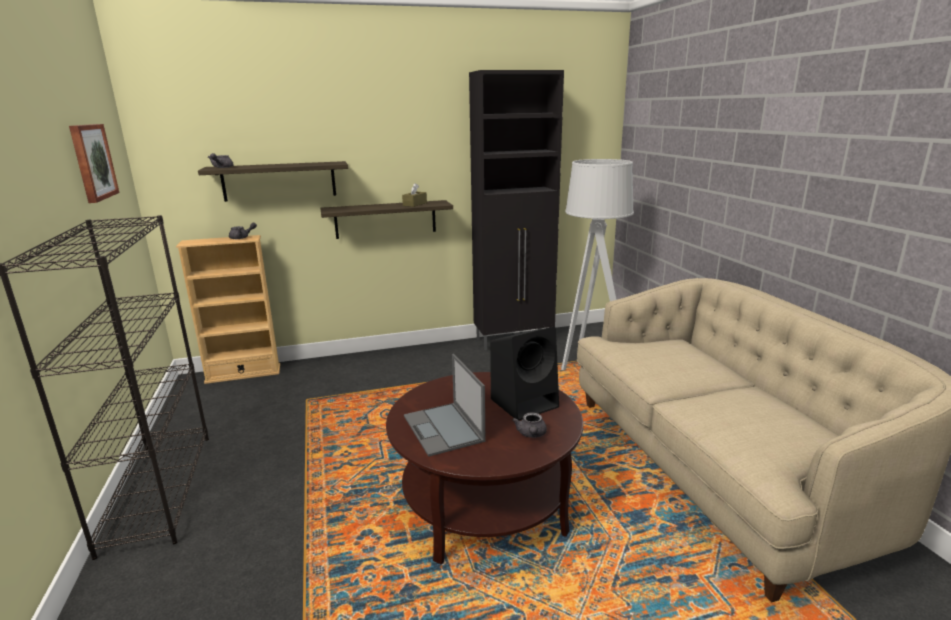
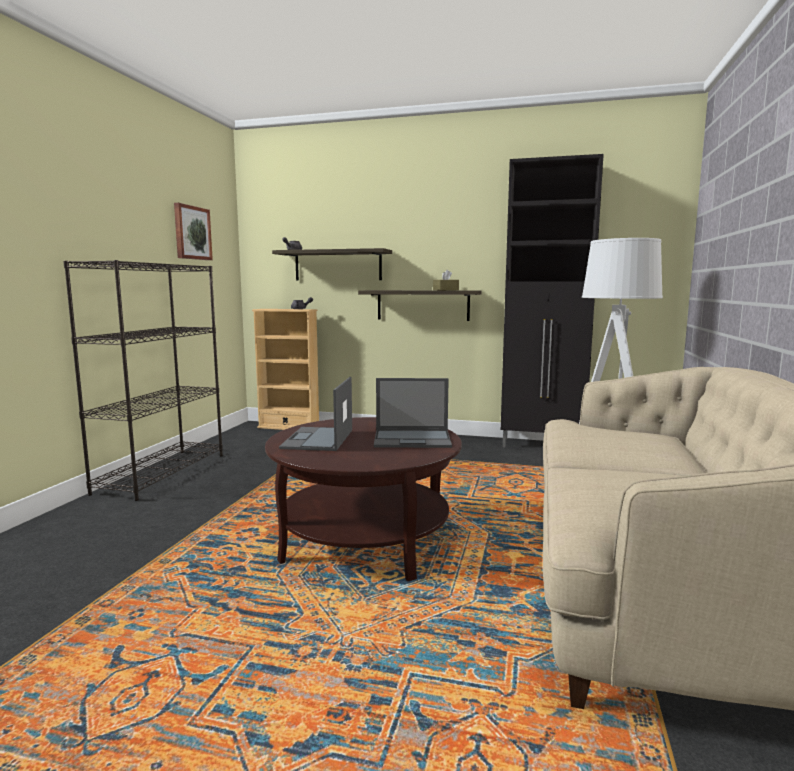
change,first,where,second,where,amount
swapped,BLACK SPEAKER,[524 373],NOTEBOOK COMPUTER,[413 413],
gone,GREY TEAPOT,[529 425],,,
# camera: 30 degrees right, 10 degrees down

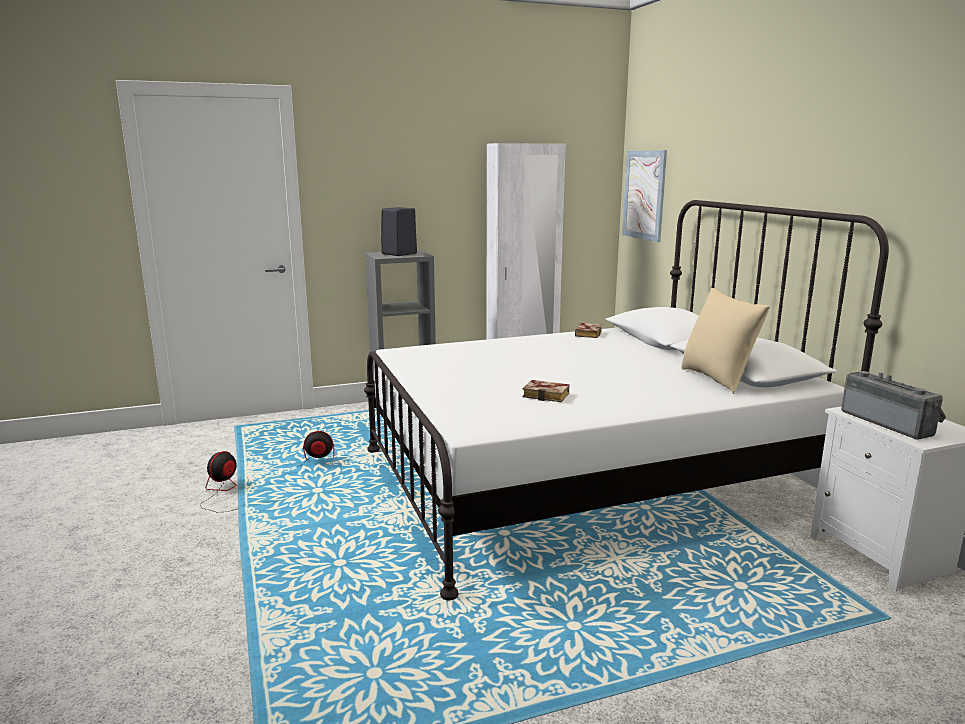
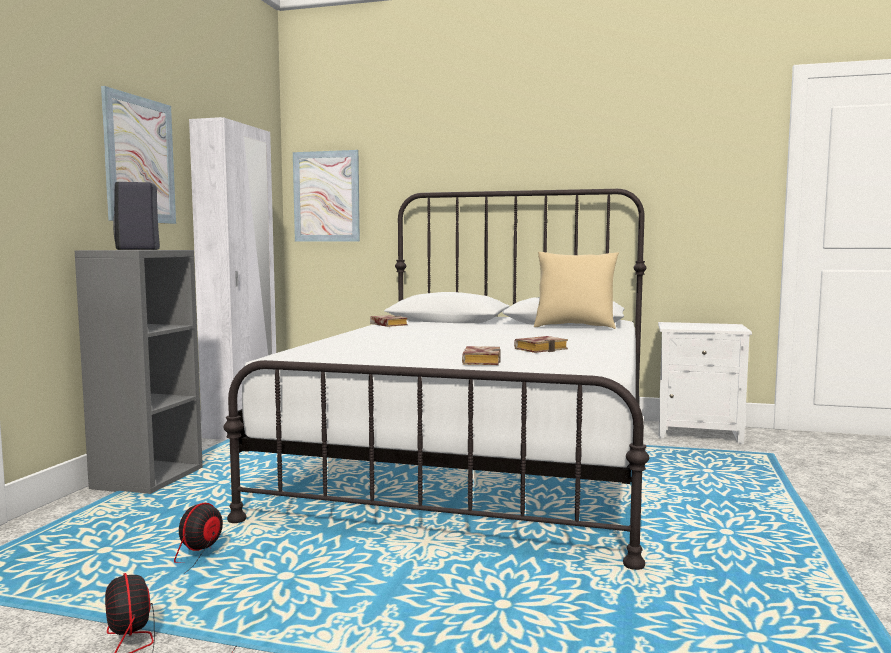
change,first,where,second,where,amount
gone,RADIO,[893 405],,,
new,,,WALL ART,[138 155],
new,,,BOOK,[481 355],
# camera: 55 degrees left, 10 degrees down

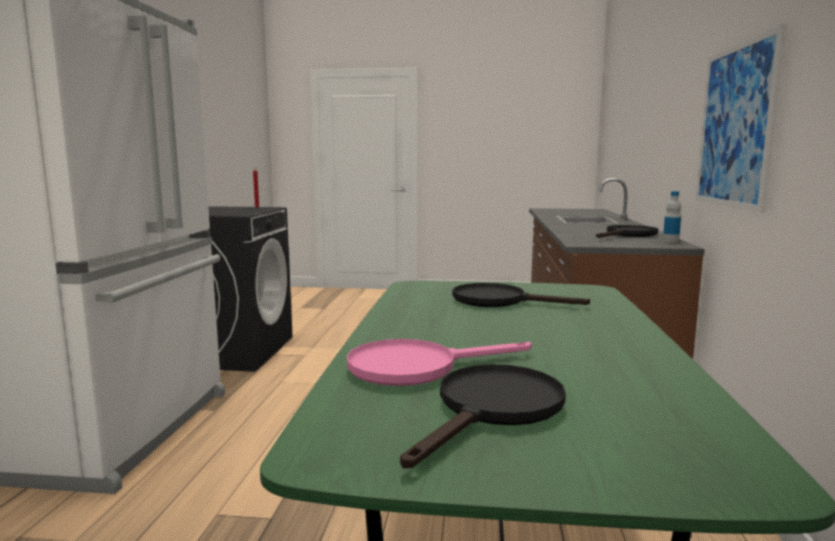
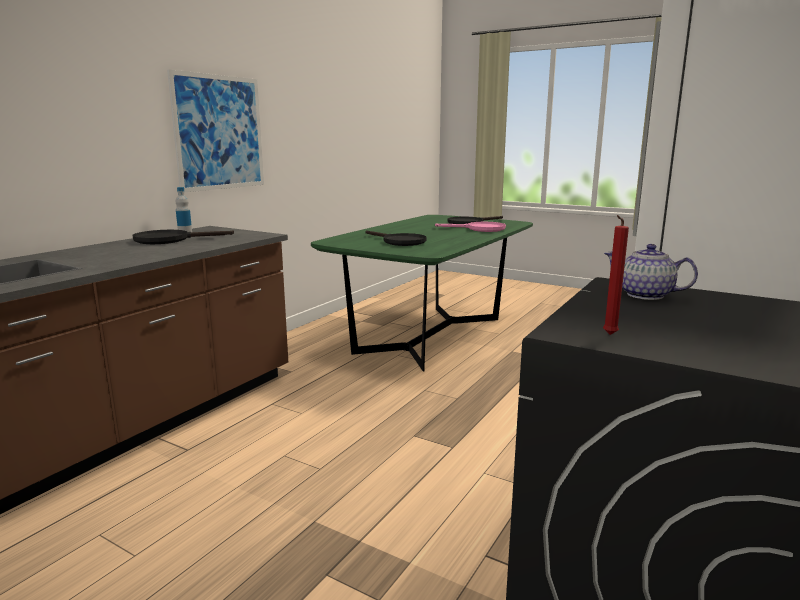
change,first,where,second,where,amount
new,,,TEAPOT,[651 272],
# camera: 155 degrees left, 5 degrees up

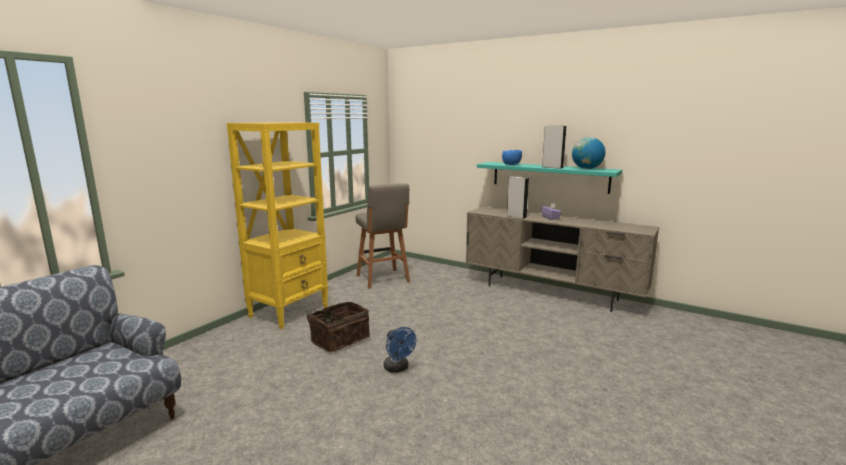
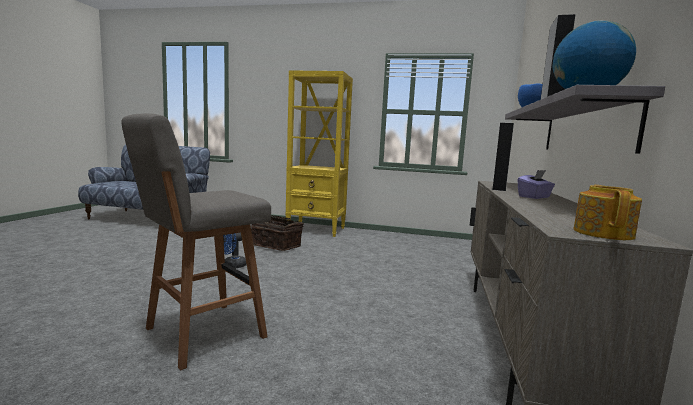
change,first,where,second,where,amount
repainted,TURQUOISE-COLOURED WALL SHELF,[549 178],GREY WALL SHELF,[585 119],
shifted,GREY STOOL,[383 236],,[196 241],
new,,,TEAPOT,[607 212],
# camera: 70 degrees right, 5 degrees down

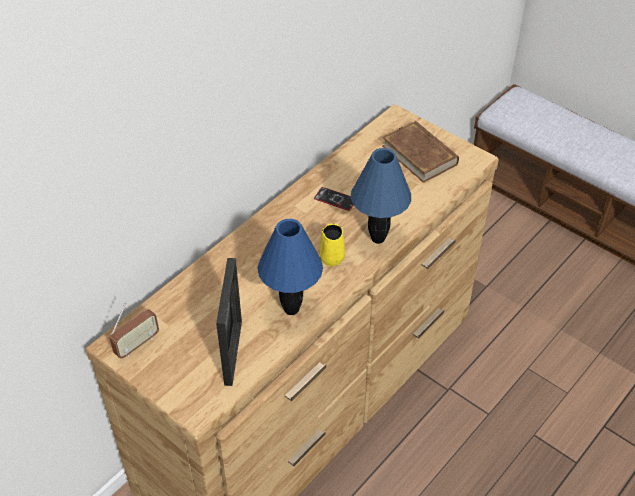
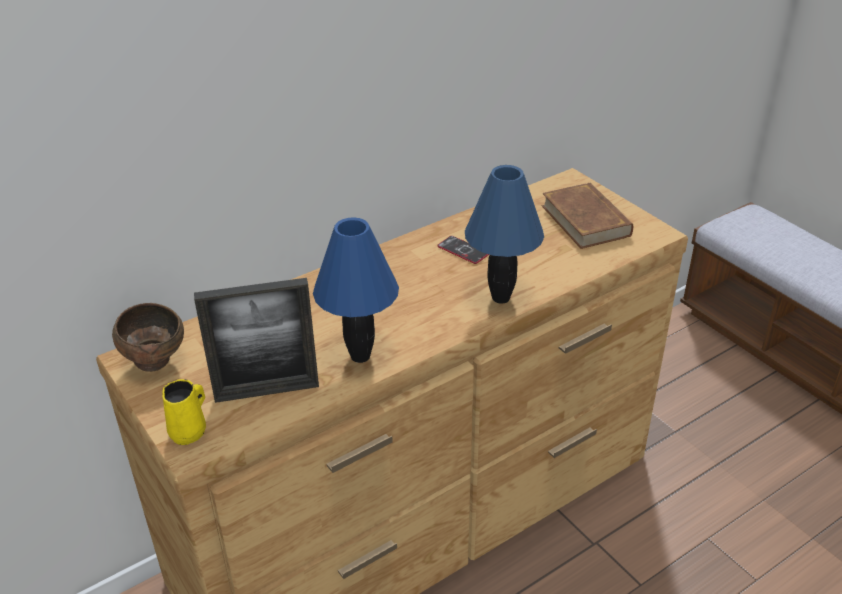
change,first,where,second,where,amount
shifted,YELLOW TEA MUG,[332 245],,[184 412],
rotated,PICTURE FRAME,[229 322],,[256 340],60 degrees clockwise
swapped,RADIO,[134 331],BROWN-COLOURED DEEP DISH,[148 337],
# camera: 15 degrees right, 10 degrees down

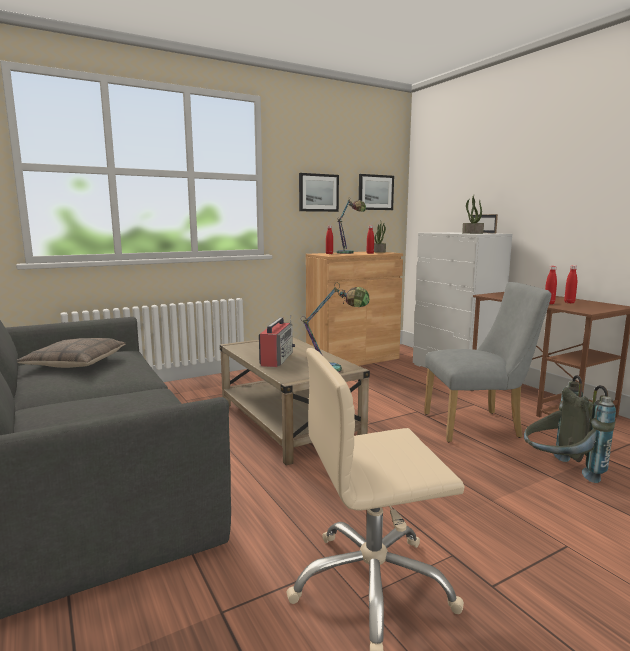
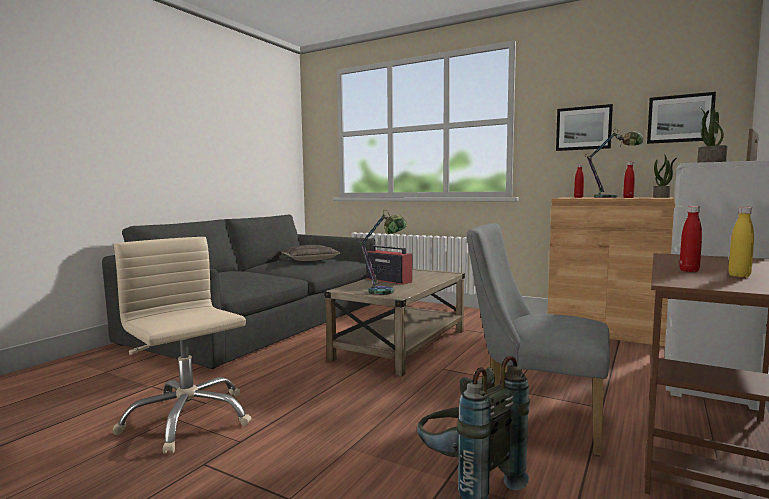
change,first,where,second,where,amount
repainted,RED BEVERAGE BOTTLE,[570 284],YELLOW BEVERAGE BOTTLE,[741 242],
rotated,GREY CHAIR,[487 362],,[538 339],150 degrees clockwise
rotated,RADIO,[277 341],,[389 263],120 degrees counterclockwise
# camera: 60 degrees right, 5 degrees down

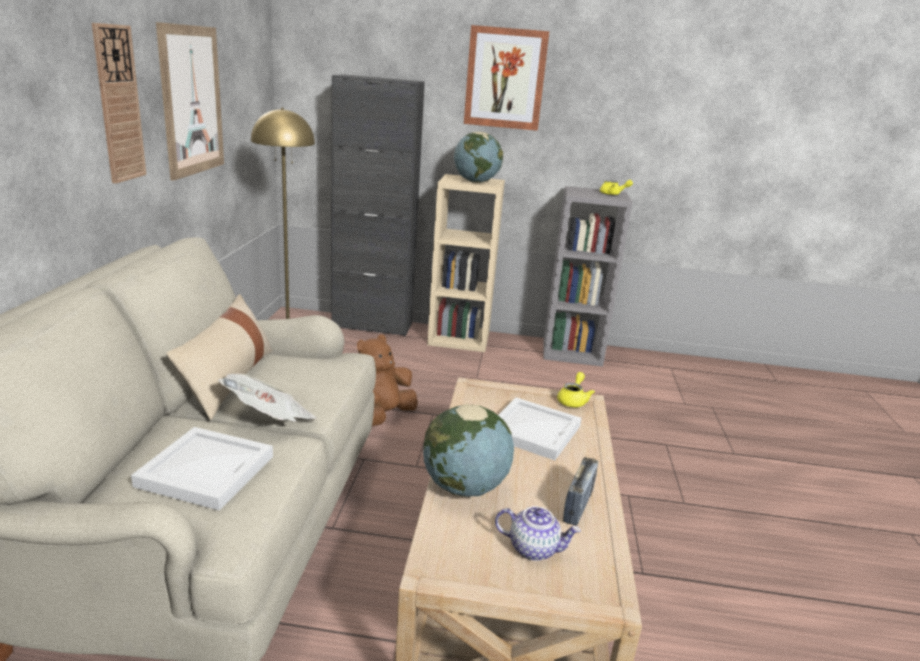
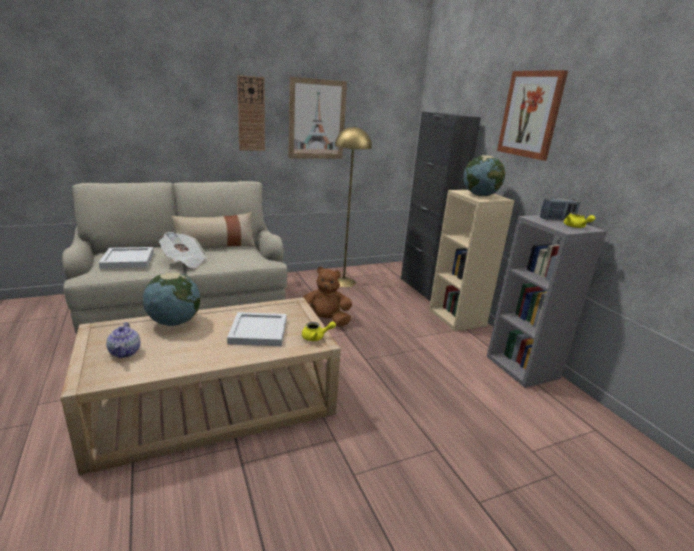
change,first,where,second,where,amount
shifted,RADIO,[580 491],,[560 208],
# camera: 60 degrees right, 0 degrees up

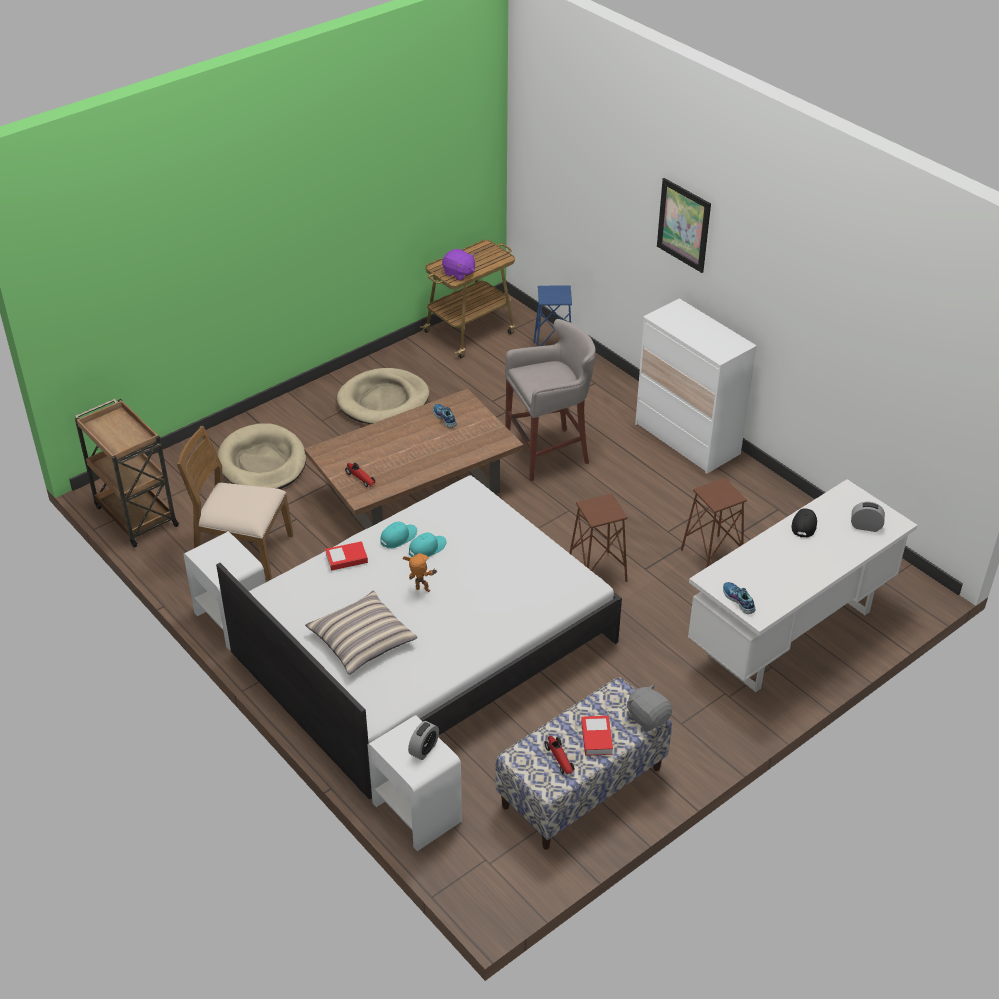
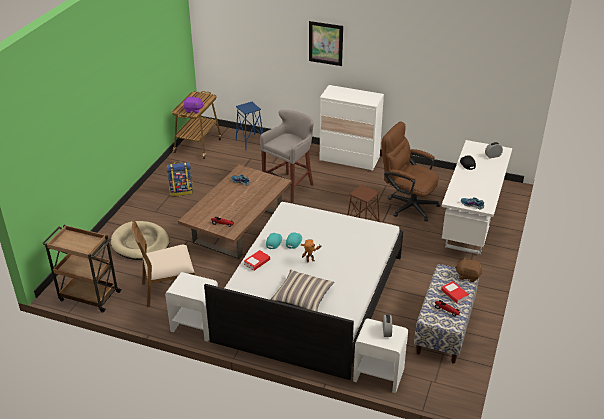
change,first,where,second,where,amount
swapped,BEIGE-COLOURED DOG CUSHION,[383 396],BACKPACK,[180 179],
swapped,BROWN-COLOURED STOOL,[714 523],BROWN-COLOURED OFFICE CHAIR,[410 171],
repainted,GREY SOFT TOY,[649 708],BROWN-COLOURED SOFT TOY,[468 270],
# camera: 30 degrees left, 5 degrees down

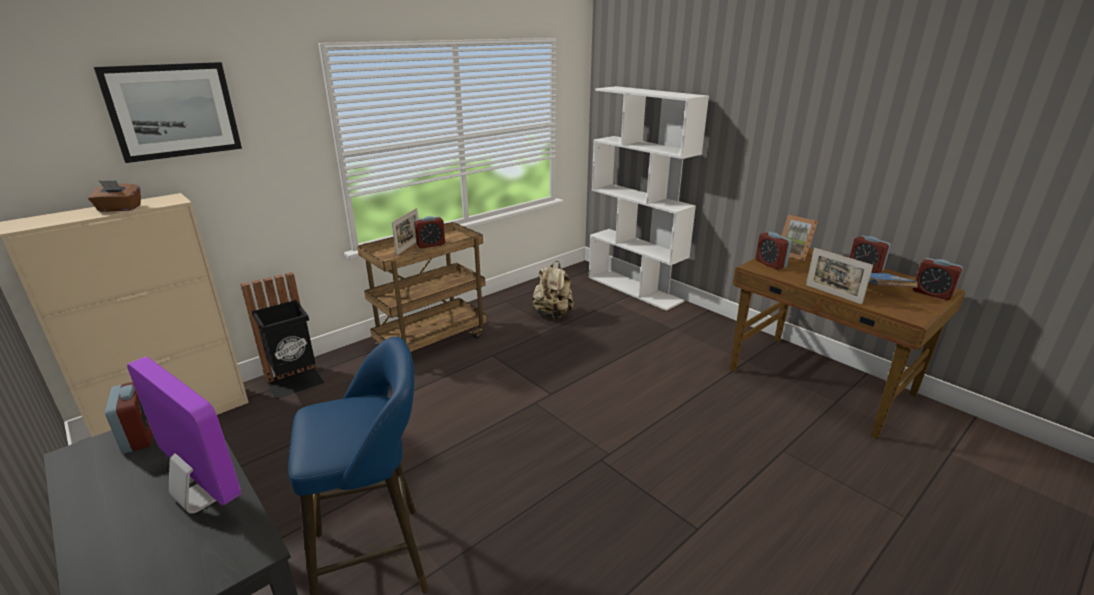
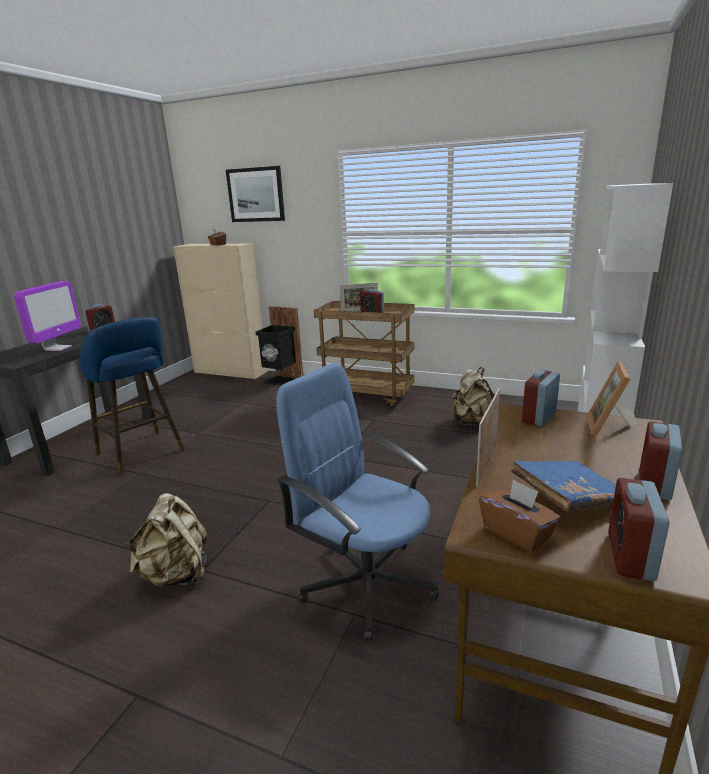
change,first,where,second,where,amount
new,,,BLUE-COLOURED OFFICE CHAIR,[357 502],
new,,,BROWN-COLOURED TISSUE BOX,[520 515],
new,,,BEIGE-COLOURED BACKPACK,[167 540],
# camera: 65 degrees right, 5 degrees down

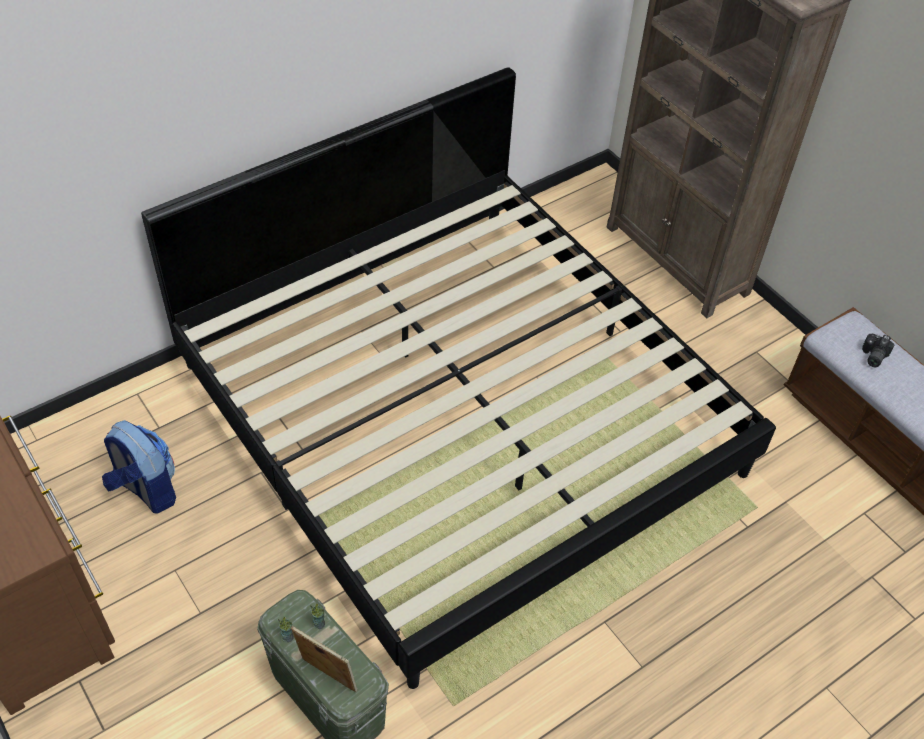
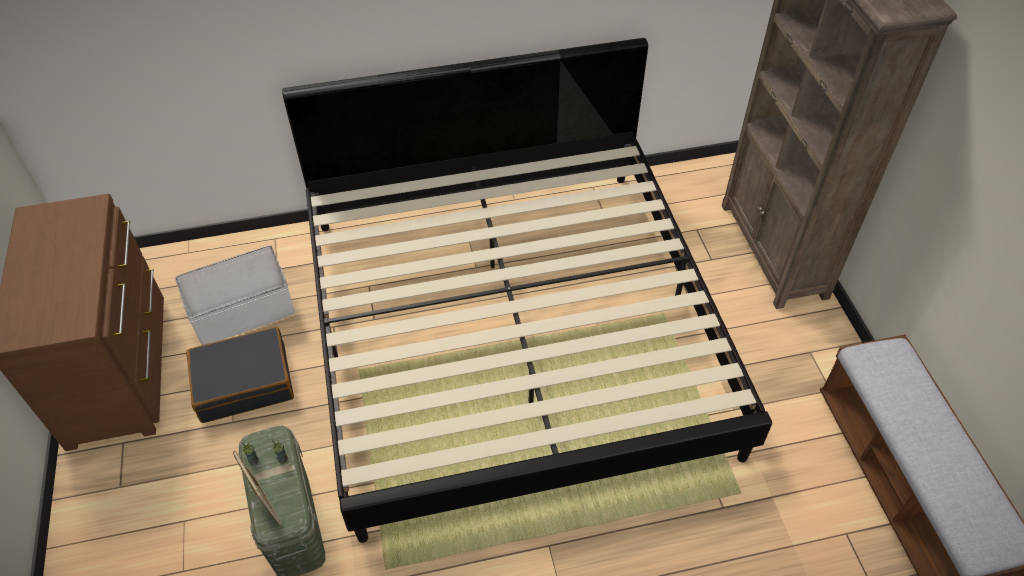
change,first,where,second,where,amount
gone,STILL CAMERA,[878 350],,,
swapped,BACKPACK,[139 467],WHITE-COLOURED STORAGE BIN,[235 295],
new,,,BLACK TRAVEL CASE,[240 375],
# camera: 25 degrees right, 0 degrees up

